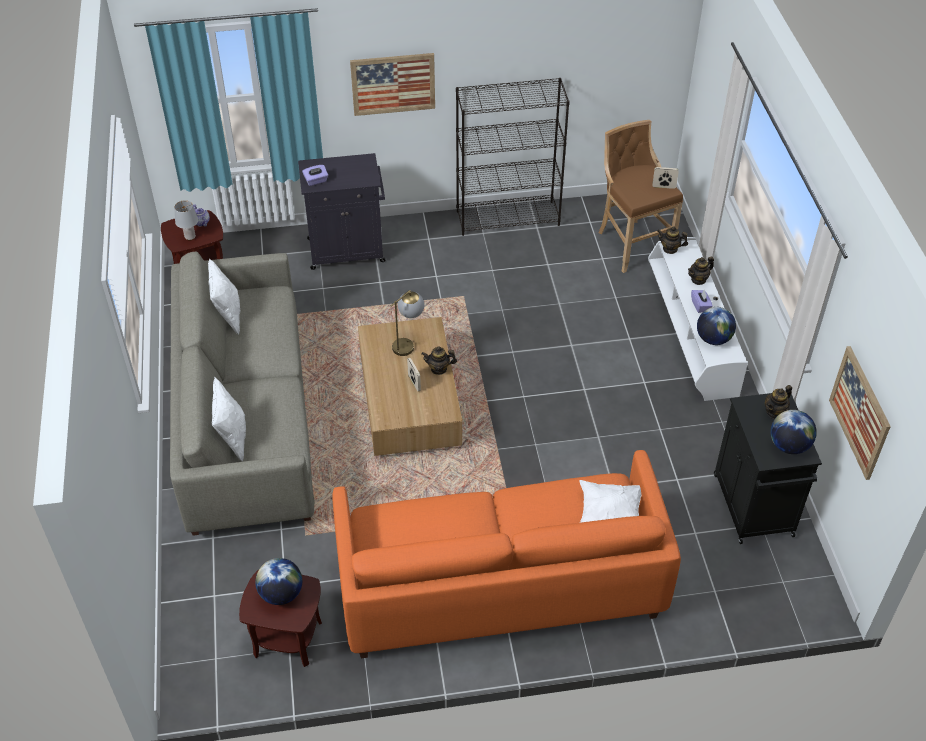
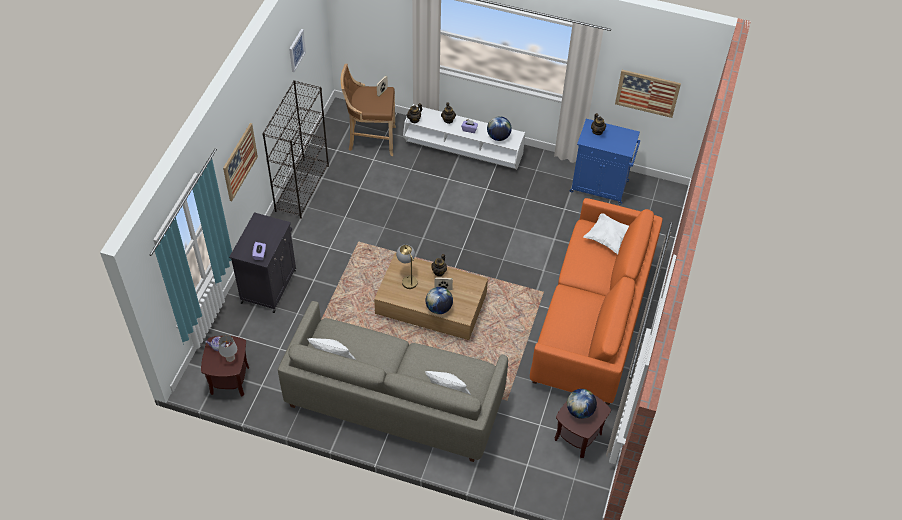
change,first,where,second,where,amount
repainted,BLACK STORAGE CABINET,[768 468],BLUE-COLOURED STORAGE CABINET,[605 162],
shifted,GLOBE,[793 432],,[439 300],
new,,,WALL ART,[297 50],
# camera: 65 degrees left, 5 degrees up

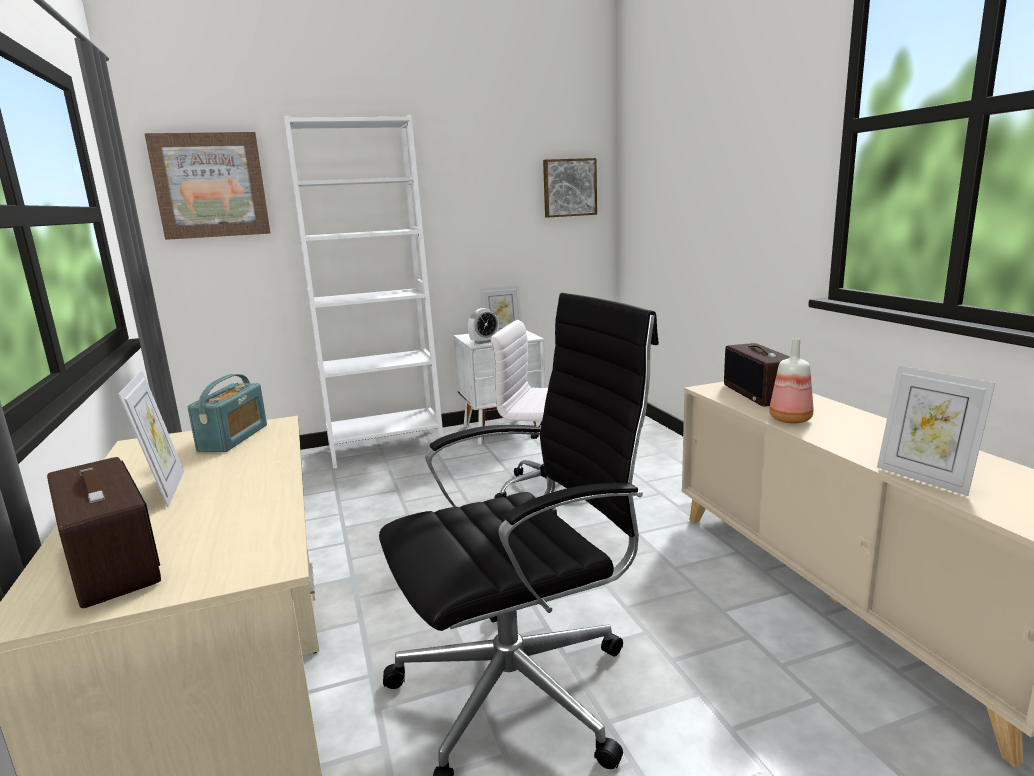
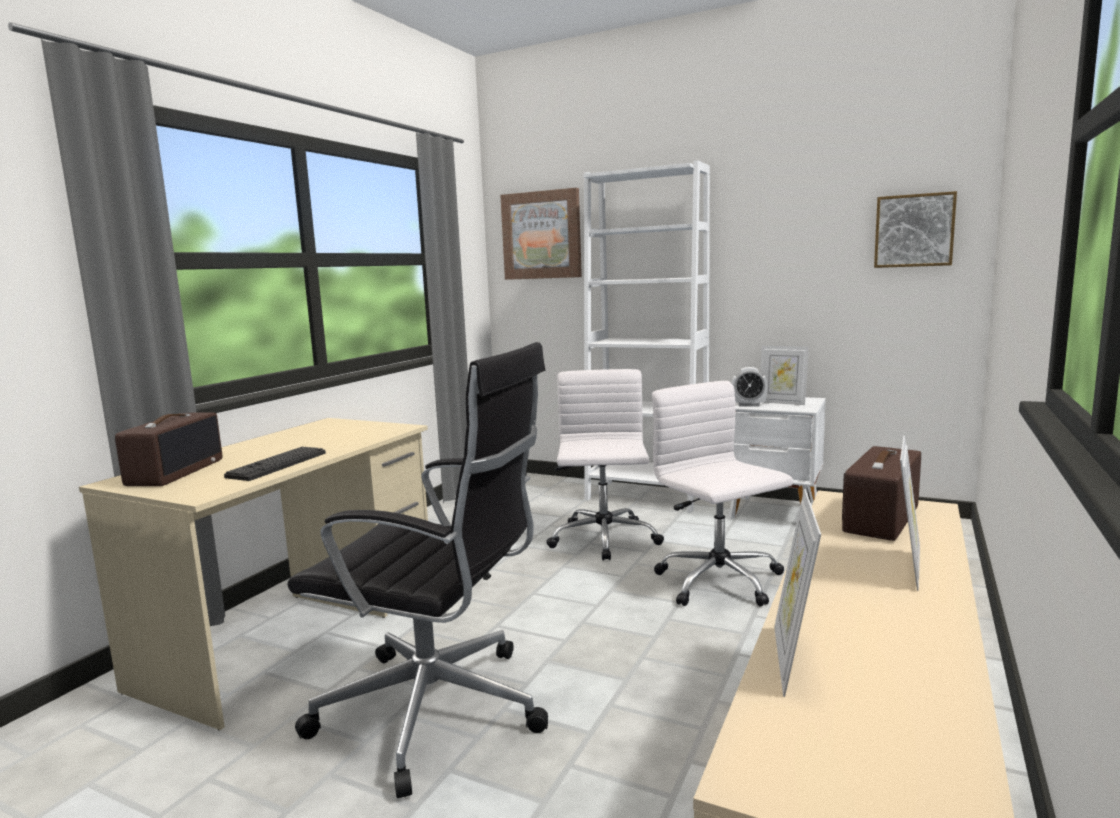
change,first,where,second,where,amount
gone,BEVERAGE BOTTLE,[791 381],,,
shifted,PICTURE FRAME,[151 438],,[910 513],
gone,RADIO,[227 413],,,
new,,,WHITE-COLOURED OFFICE CHAIR,[605 465],
new,,,PC KEYBOARD,[275 464],
# camera: 45 degrees right, 5 degrees down

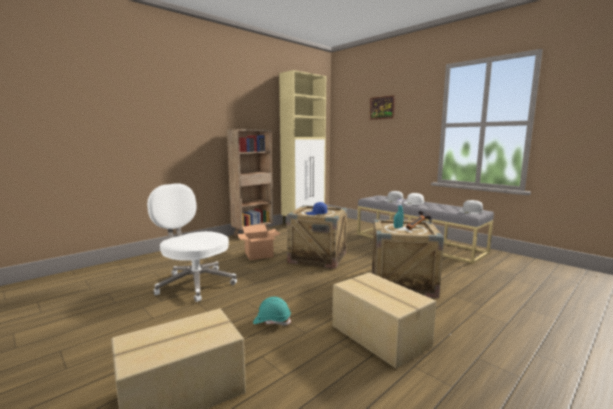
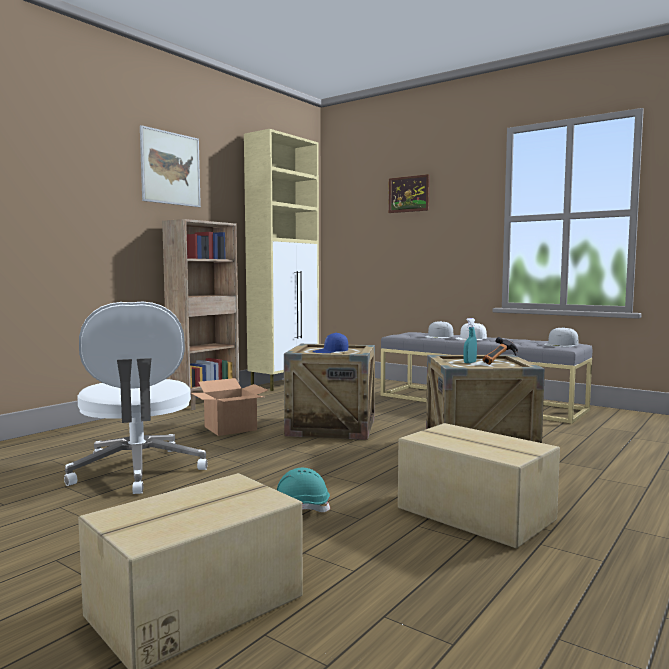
change,first,where,second,where,amount
rotated,WHITE-COLOURED OFFICE CHAIR,[192 242],,[135 398],135 degrees counterclockwise
new,,,WALL ART,[170 166],
# camera: 10 degrees left, 5 degrees down

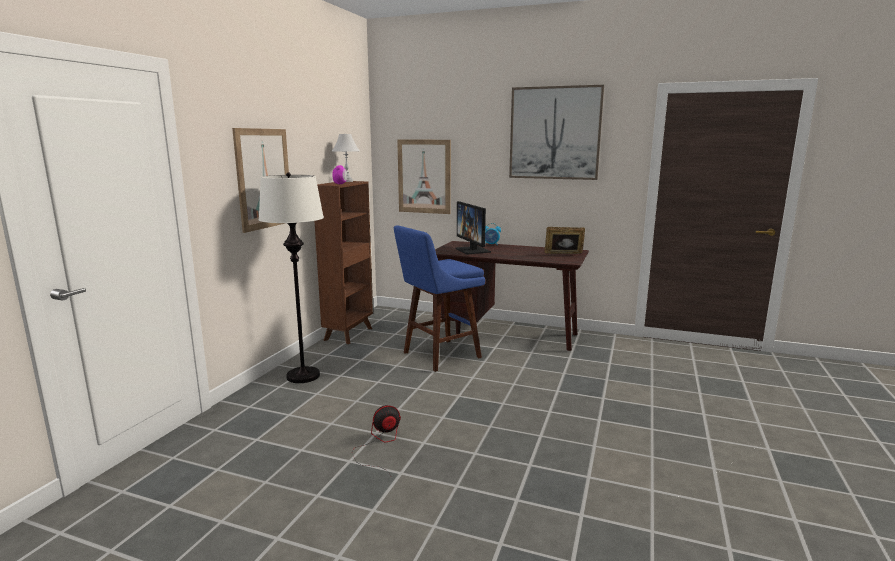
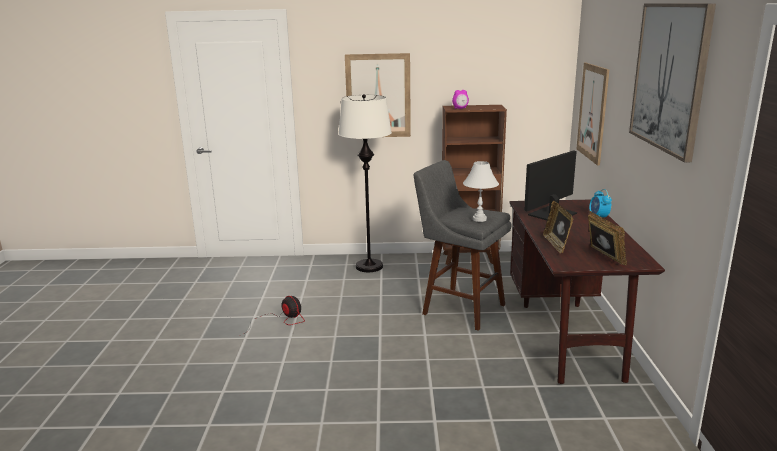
change,first,where,second,where,amount
shifted,WHITE-COLOURED TABLETOP LAMP,[346 158],,[481 191],
repainted,BLUE-COLOURED STOOL,[439 298],GREY STOOL,[462 245],
new,,,PICTURE FRAME,[558 227],
# camera: 70 degrees right, 5 degrees up

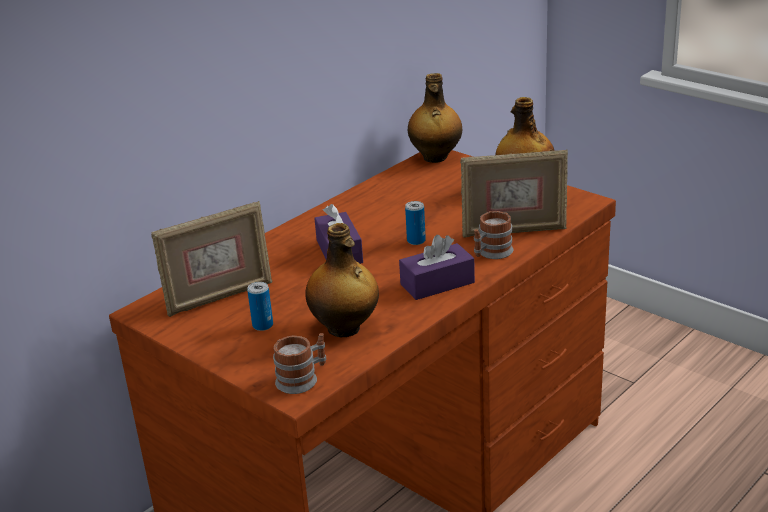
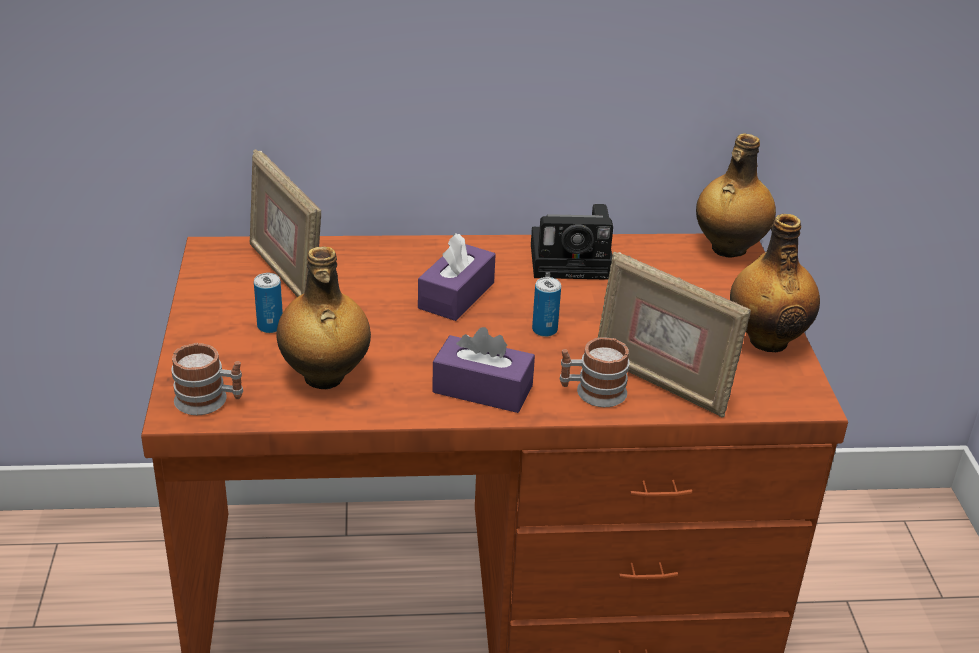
change,first,where,second,where,amount
rotated,PICTURE FRAME,[211 259],,[285 223],45 degrees clockwise
new,,,STILL CAMERA,[572 242],
# camera: 40 degrees right, 5 degrees up

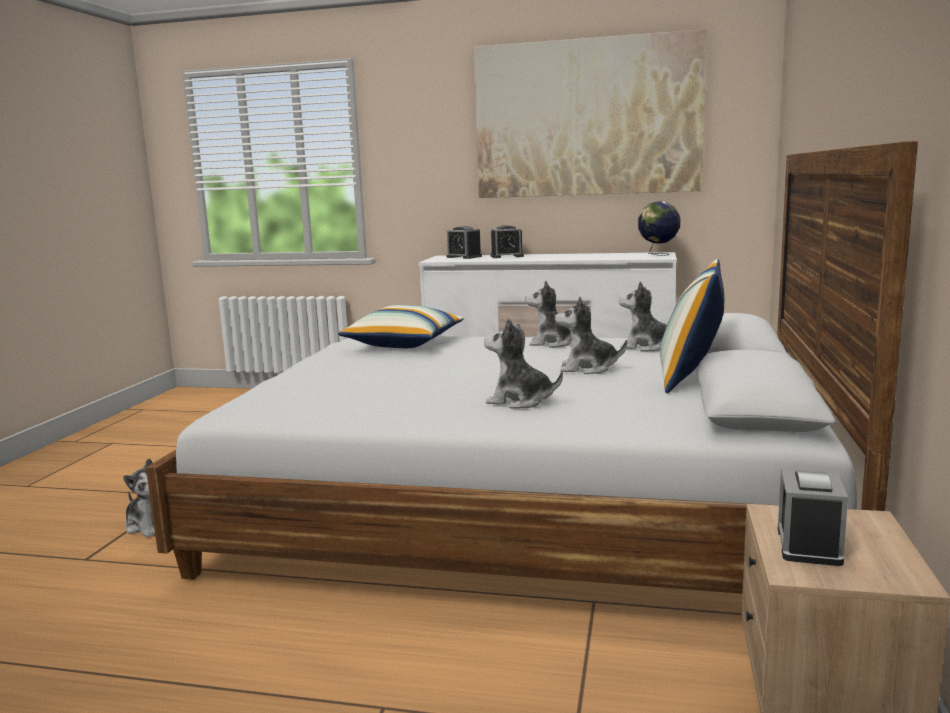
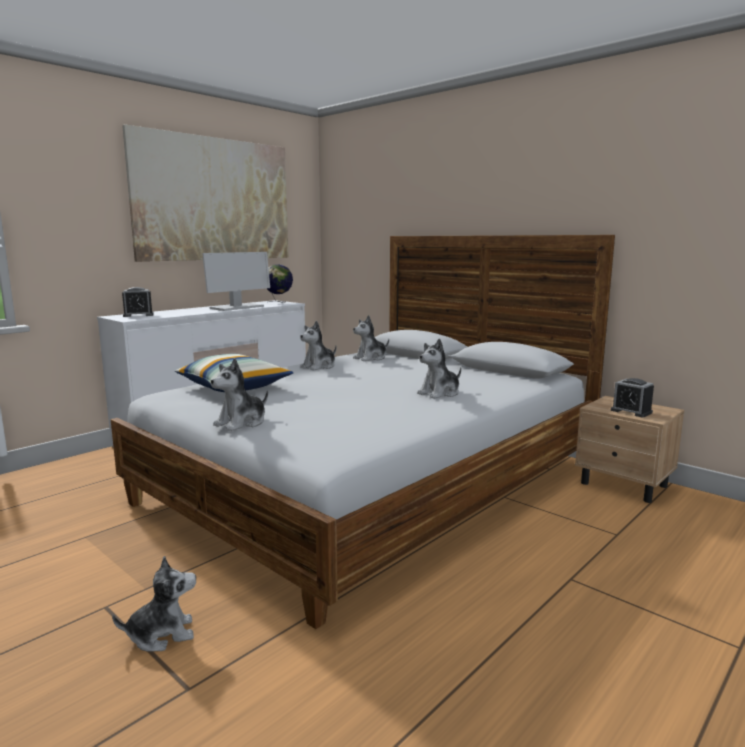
change,first,where,second,where,amount
gone,TABLE CLOCK,[507 241],,,
gone,THROW PILLOW,[692 326],,,
shifted,SOFT TOY,[591 335],,[239 394],
new,,,COMPUTER DISPLAY,[236 281],
# camera: 60 degrees left, 0 degrees up

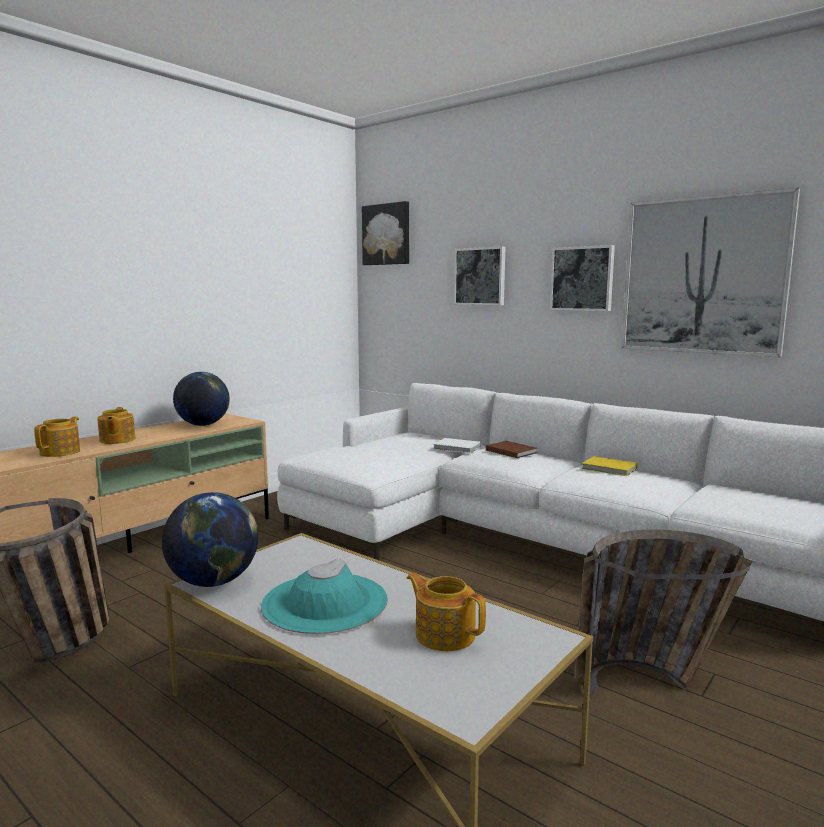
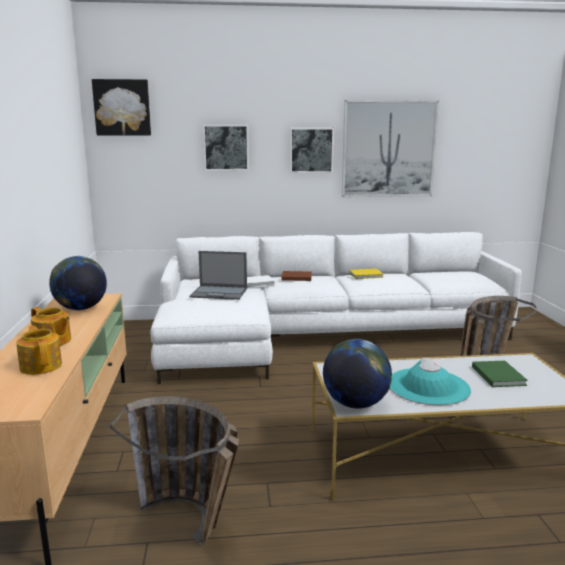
change,first,where,second,where,amount
swapped,TEAPOT,[446 612],GREEN-COLOURED BOOK,[500 374],
new,,,NOTEBOOK COMPUTER,[218 275],
# camera: 45 degrees left, 5 degrees up

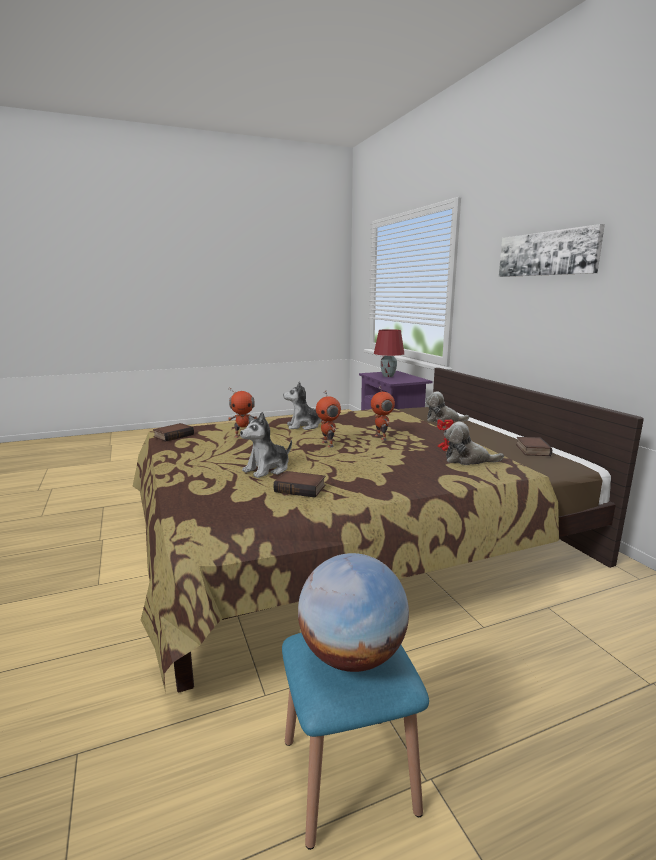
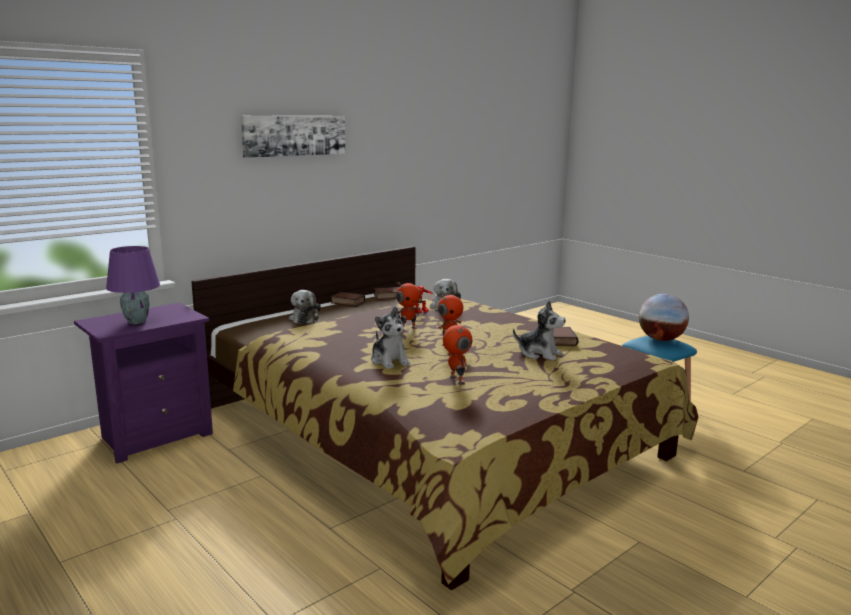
change,first,where,second,where,amount
repainted,RED TABLETOP LAMP,[389 353],PURPLISH TABLETOP LAMP,[133 285],
shifted,BOOK,[173 432],,[348 299],
# camera: 110 degrees left, 0 degrees up

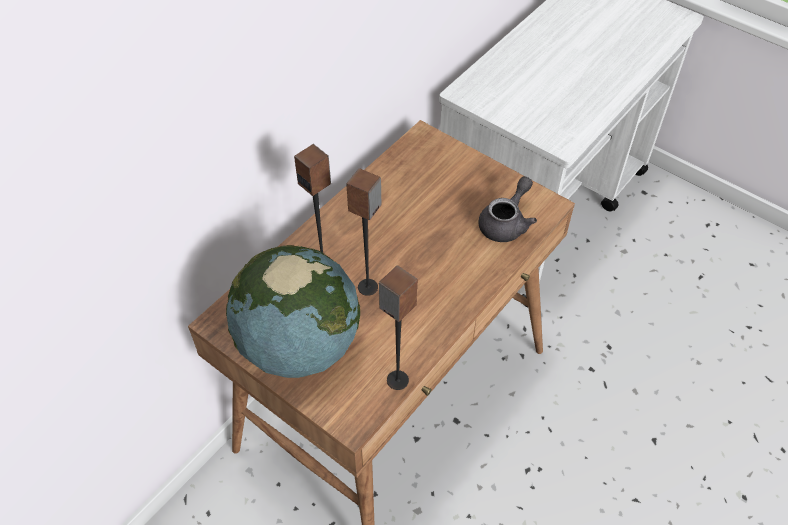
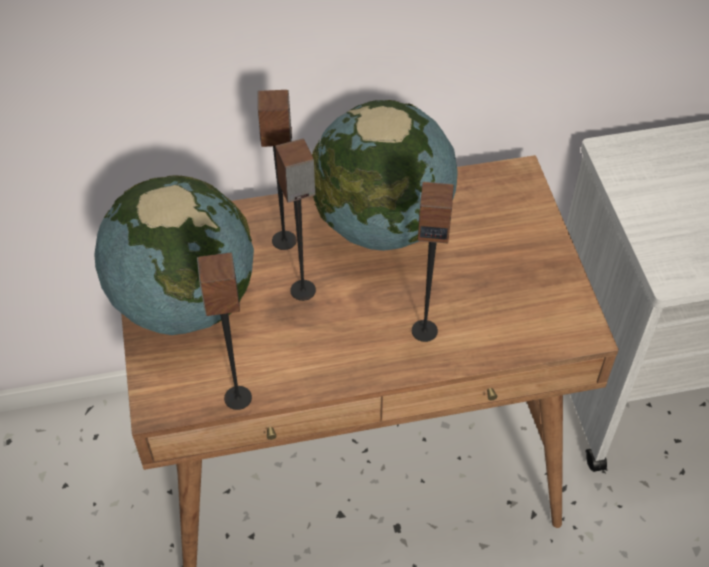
change,first,where,second,where,amount
gone,GREY TEAPOT,[507 209],,,
new,,,GLOBE,[385 175],
new,,,SPEAKER,[433 262],
# camera: 40 degrees right, 0 degrees up

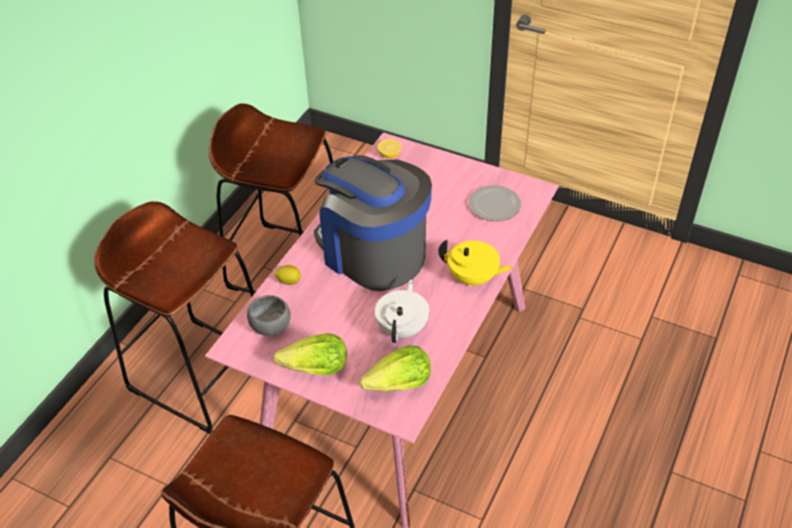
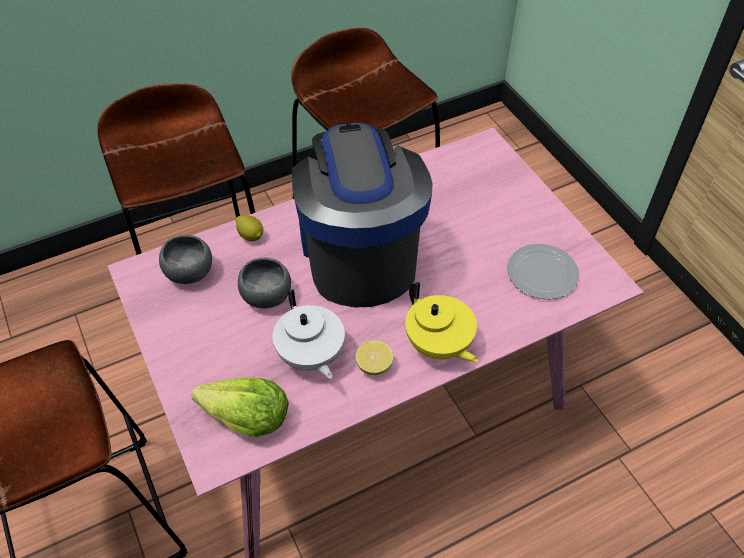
change,first,where,second,where,amount
shifted,CITRUS FRUIT,[389 148],,[374 357],
rotated,WHITE-COLOURED TEAPOT,[402 311],,[309 334],105 degrees clockwise
gone,LETTUCE,[310 354],,,
new,,,GREY DEEP DISH,[264 283],
# camera: 35 degrees right, 5 degrees up

